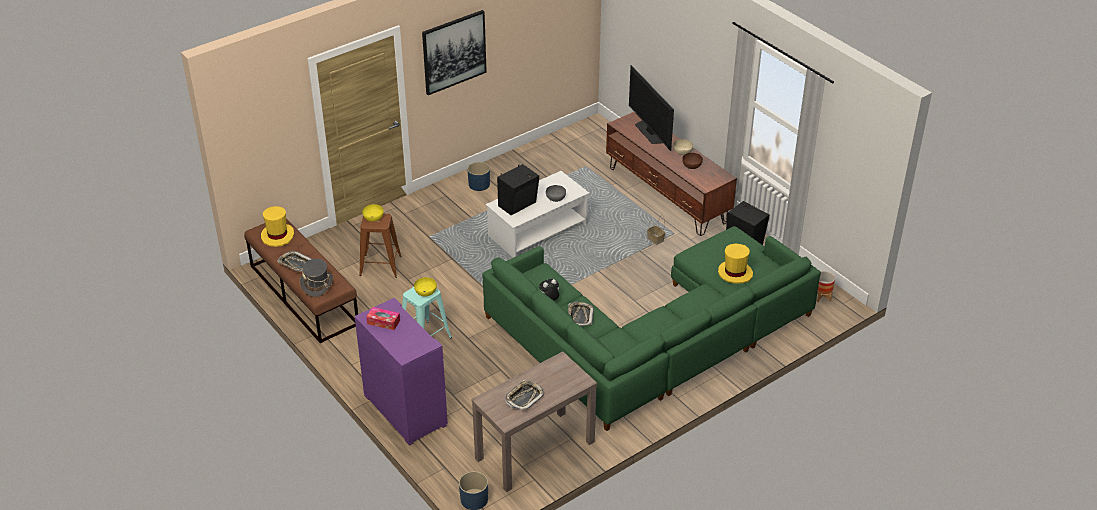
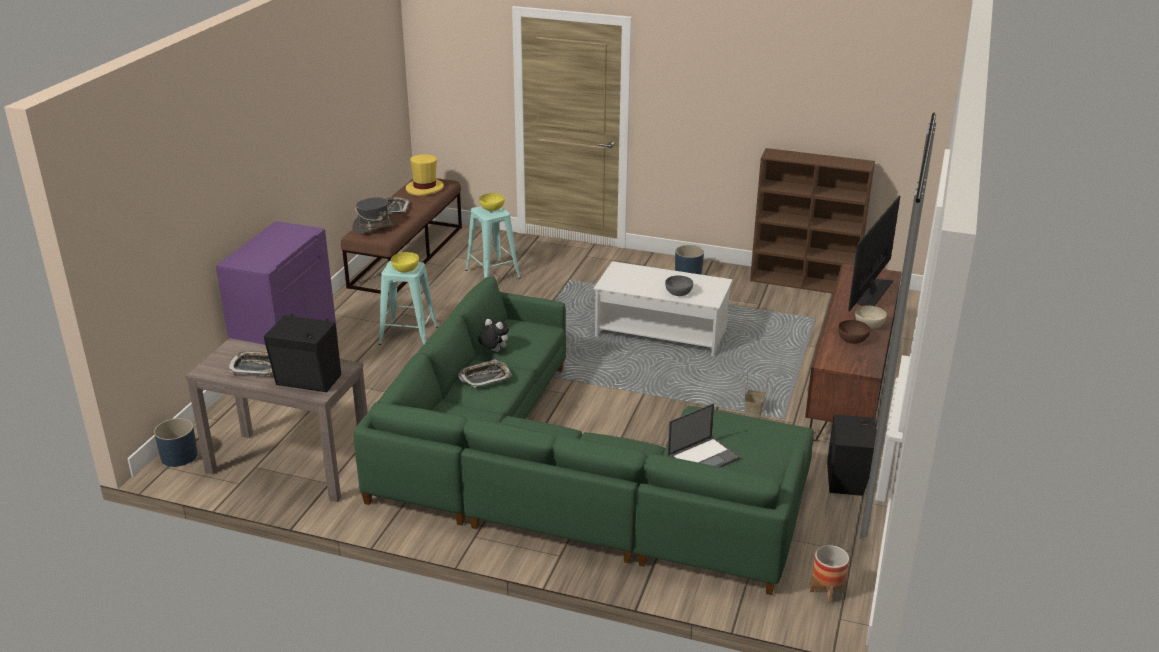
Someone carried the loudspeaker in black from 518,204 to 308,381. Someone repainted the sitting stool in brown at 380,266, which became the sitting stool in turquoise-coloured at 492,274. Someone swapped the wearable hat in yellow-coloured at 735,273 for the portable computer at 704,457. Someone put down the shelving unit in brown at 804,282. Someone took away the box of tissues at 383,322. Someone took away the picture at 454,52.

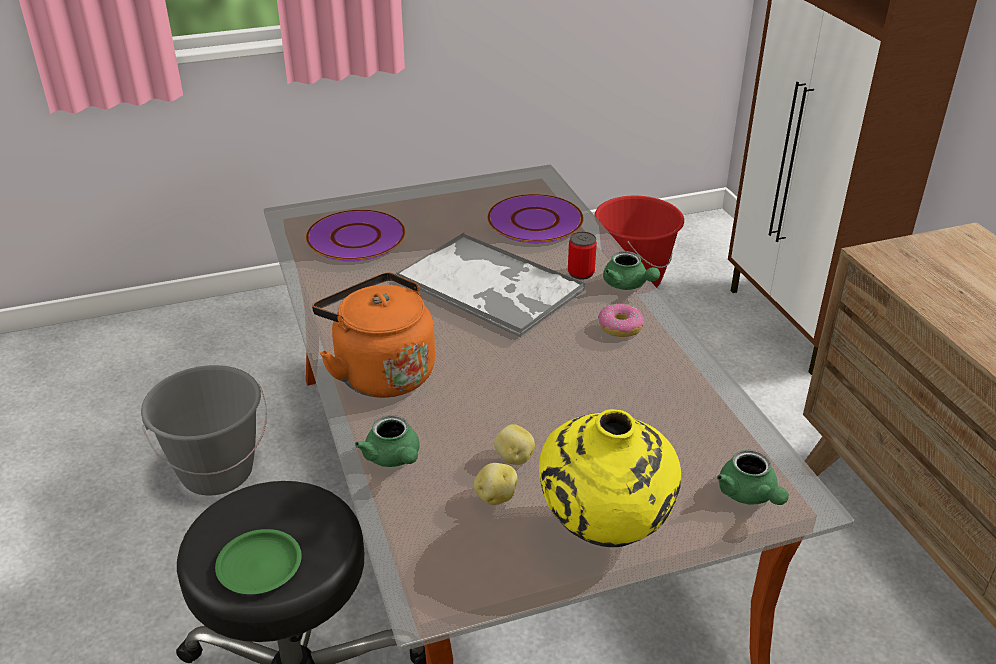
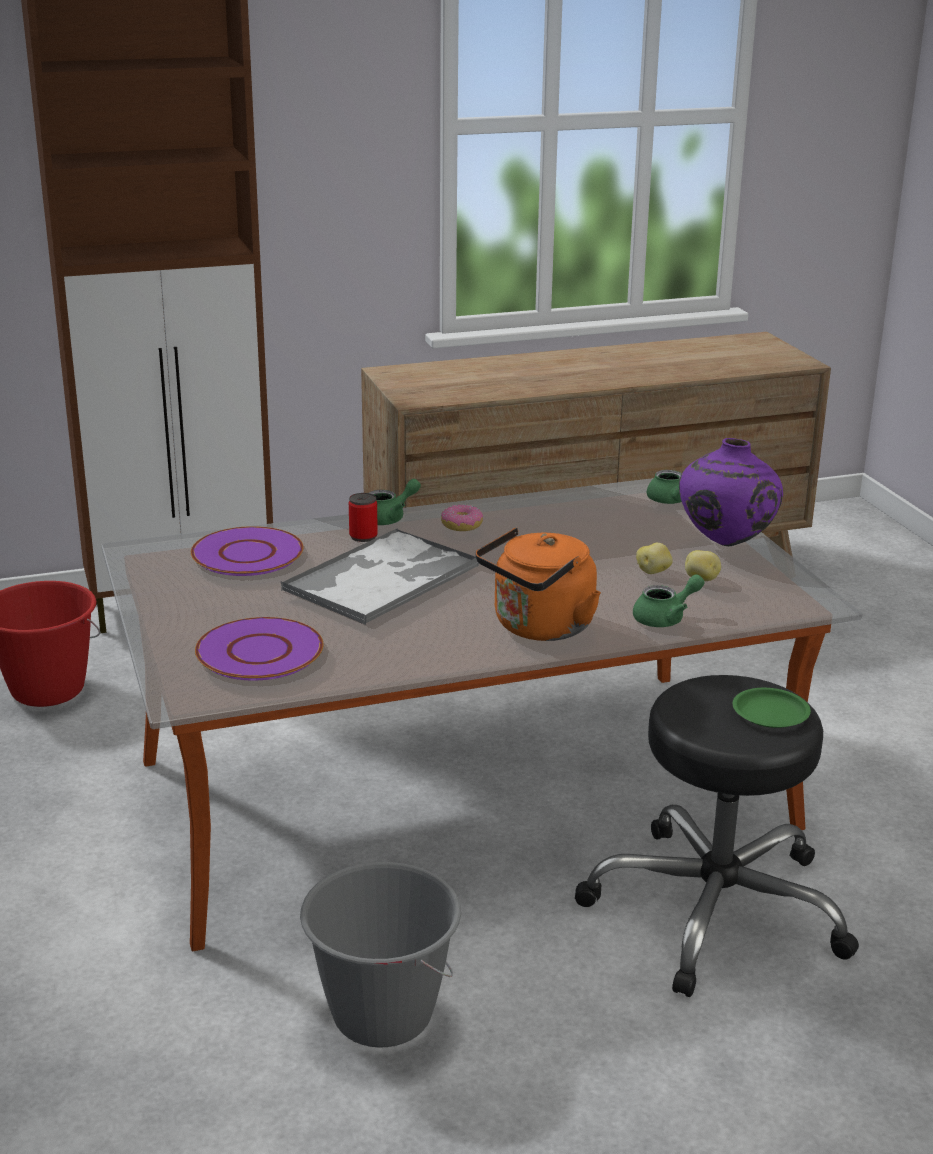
Someone repainted the flower vase in yellow-coloured at 605,529, which became the flower vase in purple-coloured at 725,543.

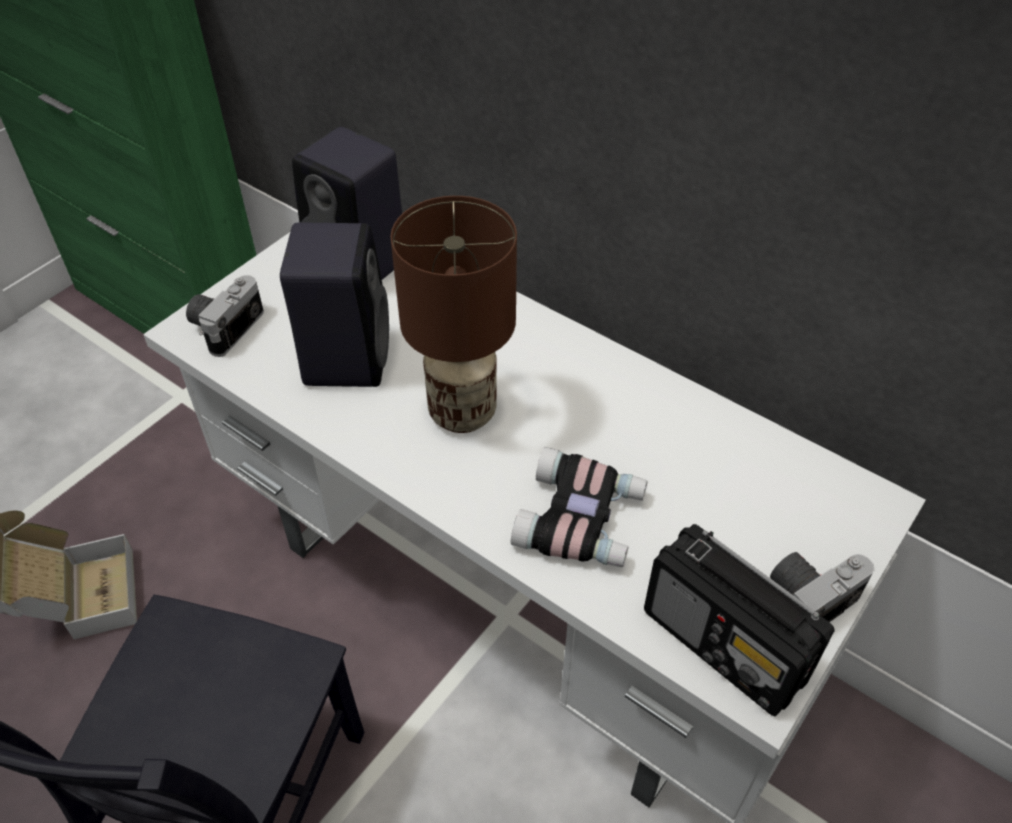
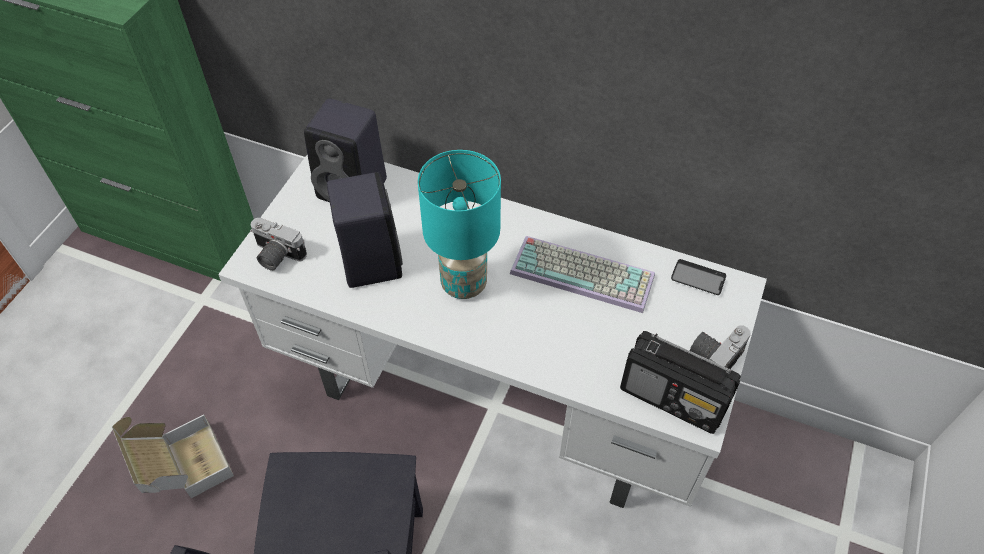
Someone rotated the photo camera at 225,326 by 75 degrees counterclockwise. Someone repainted the table lamp in brown at 461,411, which became the table lamp in turquoise-coloured at 463,283. Someone put down the PC keyboard at 584,273. Someone put down the telephone at 698,278. Someone took away the pair of binoculars at 582,519.

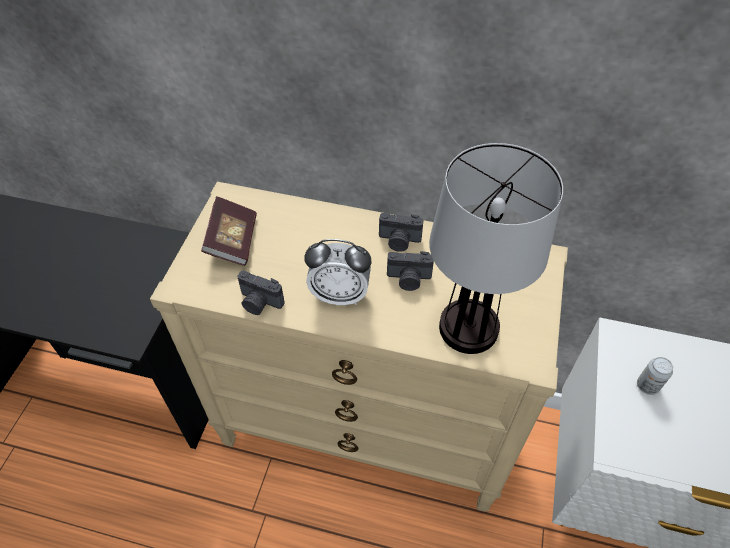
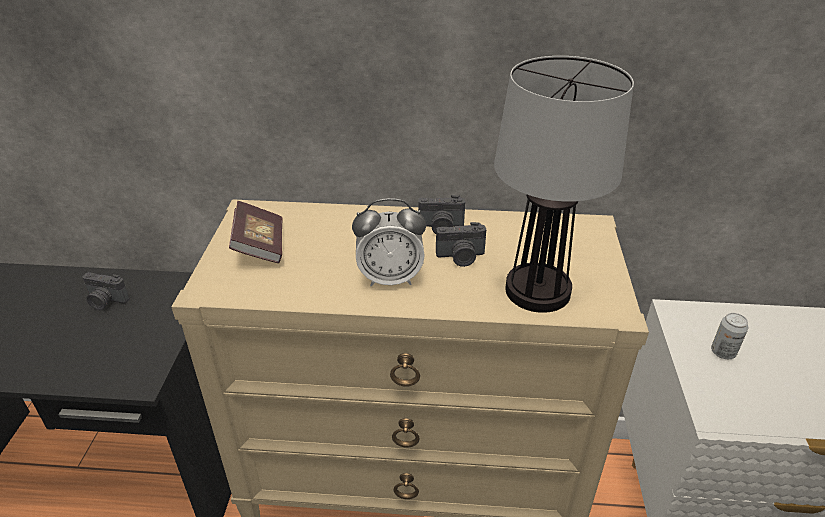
Someone carried the photo camera from 259,303 to 106,301.

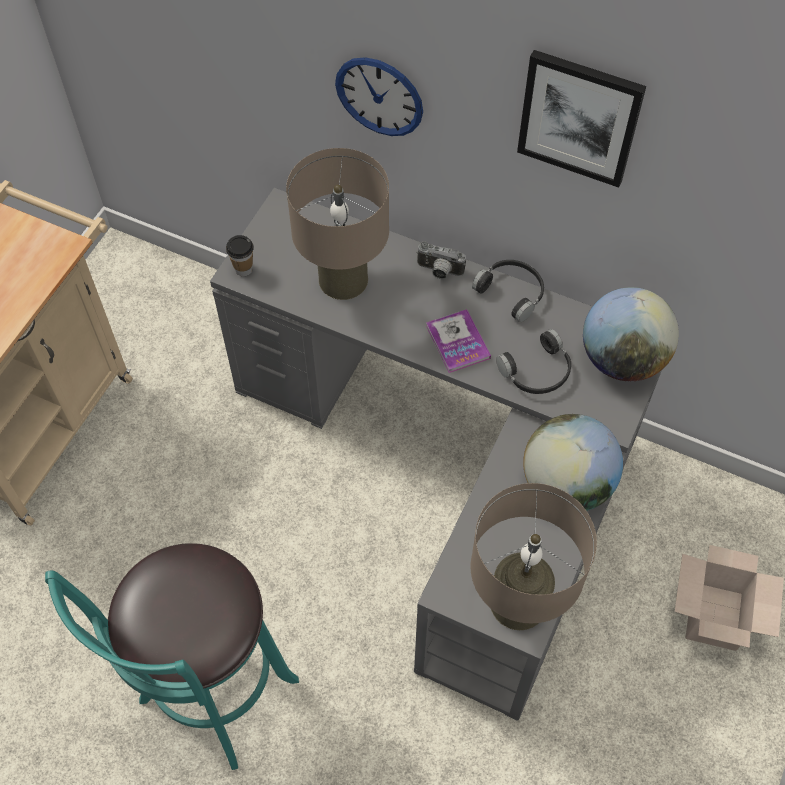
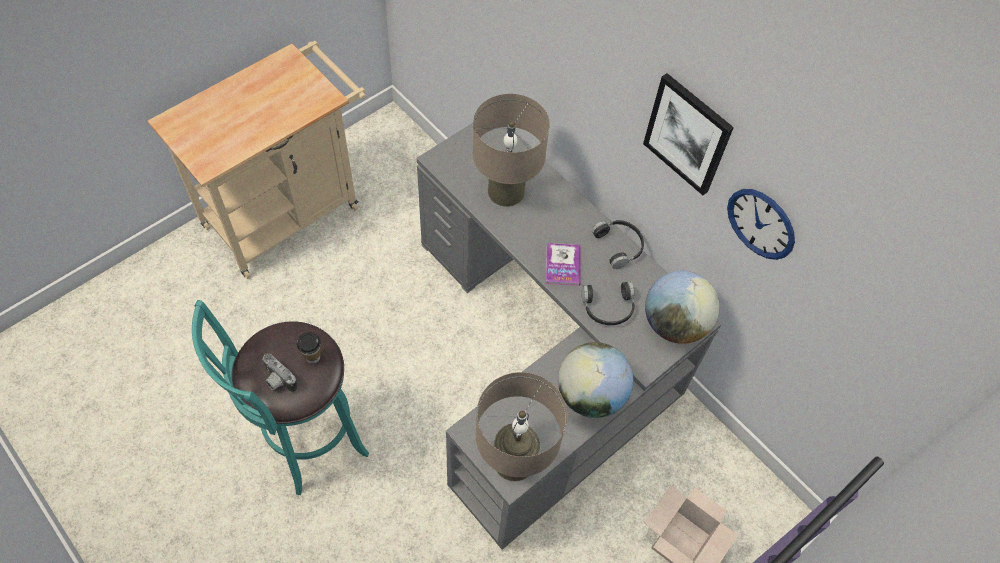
Someone carried the photo camera from 439,271 to 277,381. Someone carried the cup from 243,269 to 312,357. Someone carried the wall clock from 379,96 to 761,223.

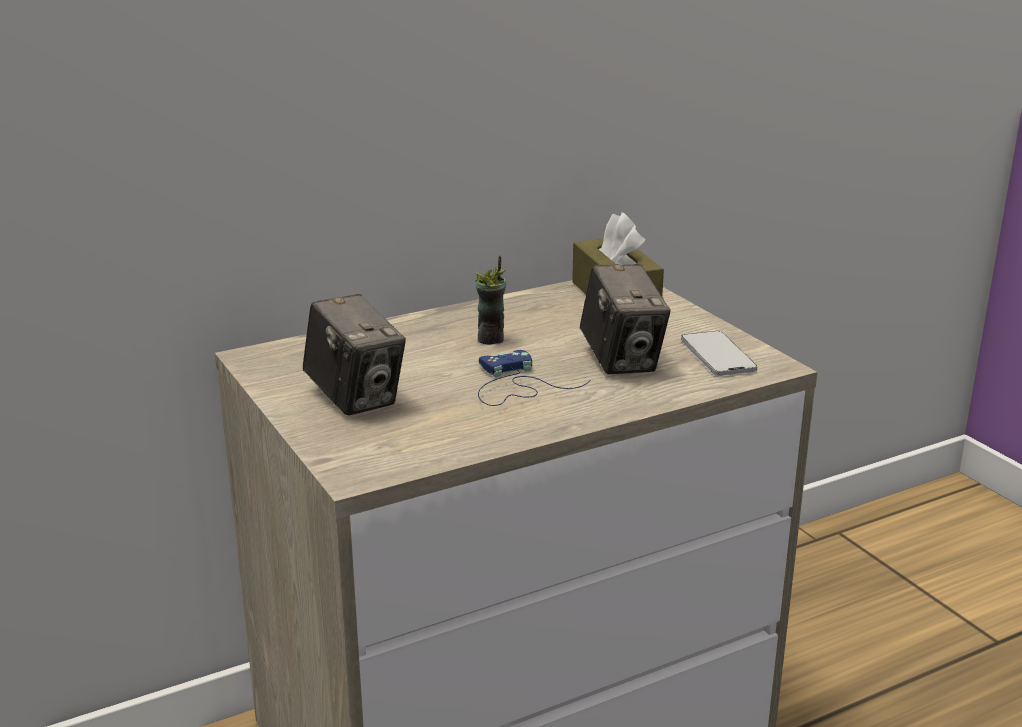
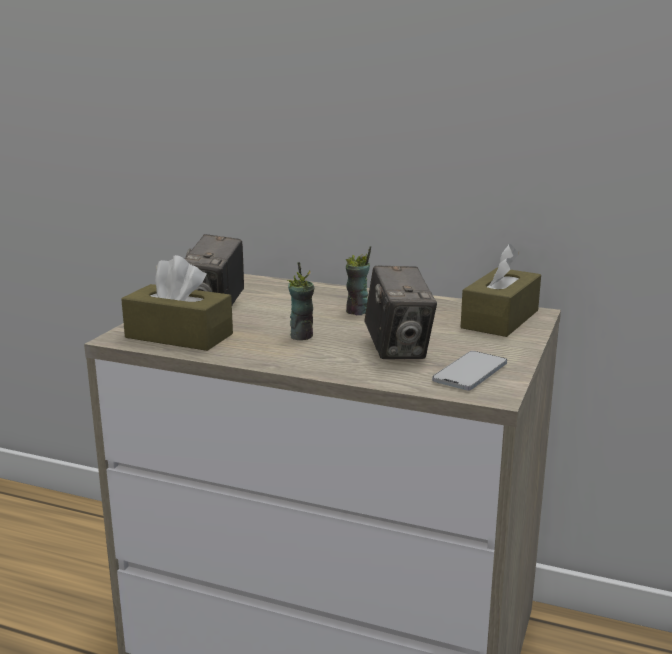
Someone put down the box of tissues in brown at 179,336. Someone swapped the gamepad in blue-coloured at 515,386 for the cup at 301,336. Someone rotated the photo camera at 621,361 by 45 degrees counterclockwise.

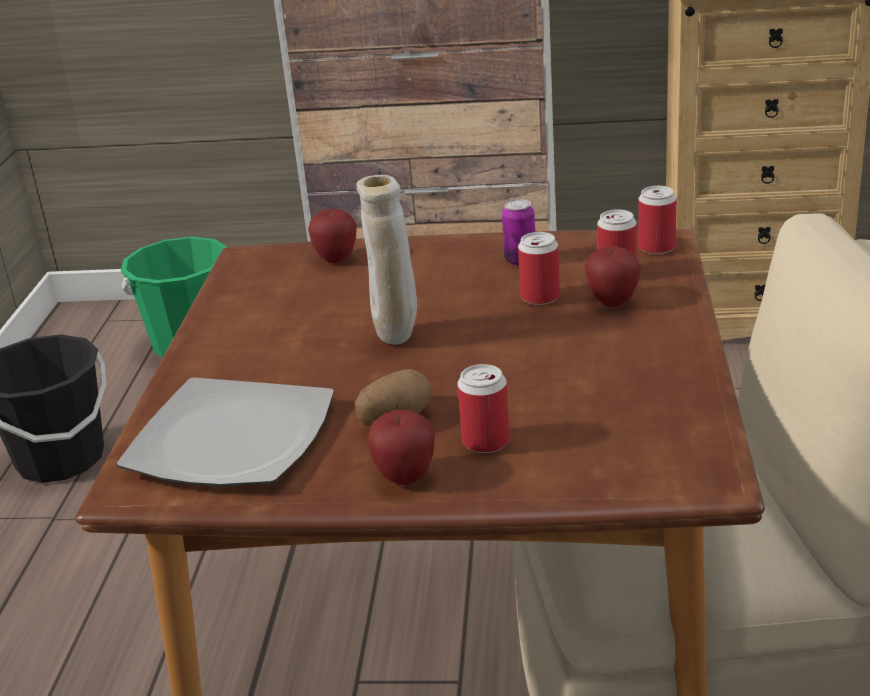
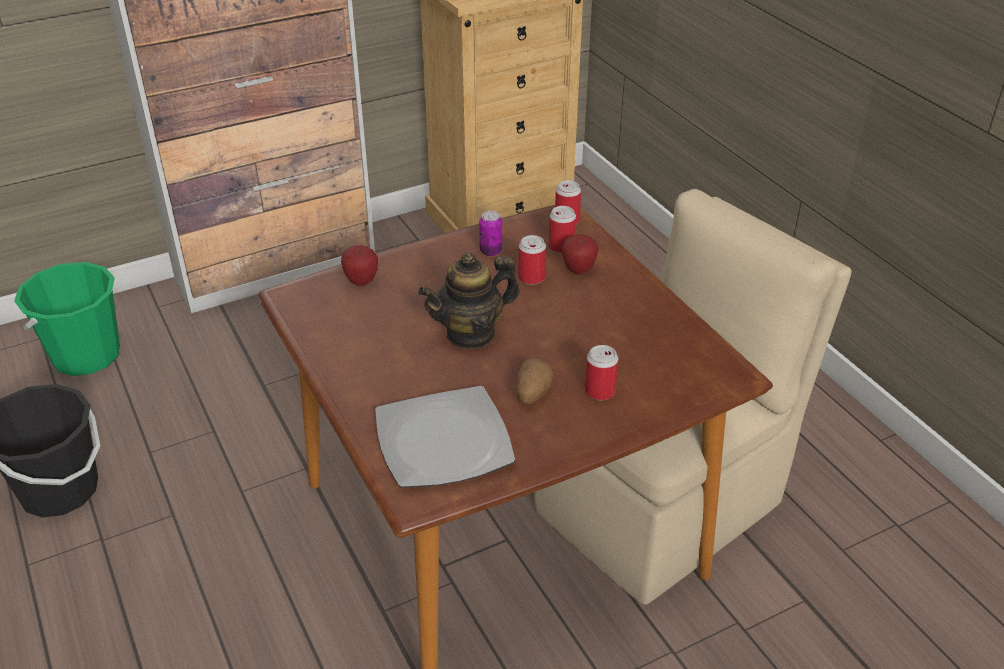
Someone swapped the flower vase in beige at 397,337 for the tea pot at 471,334. Someone took away the apple at 405,477.

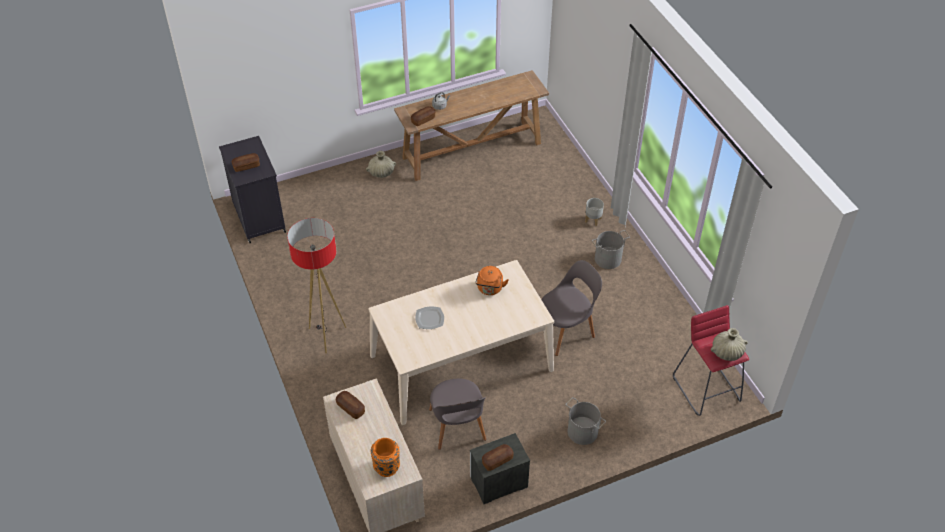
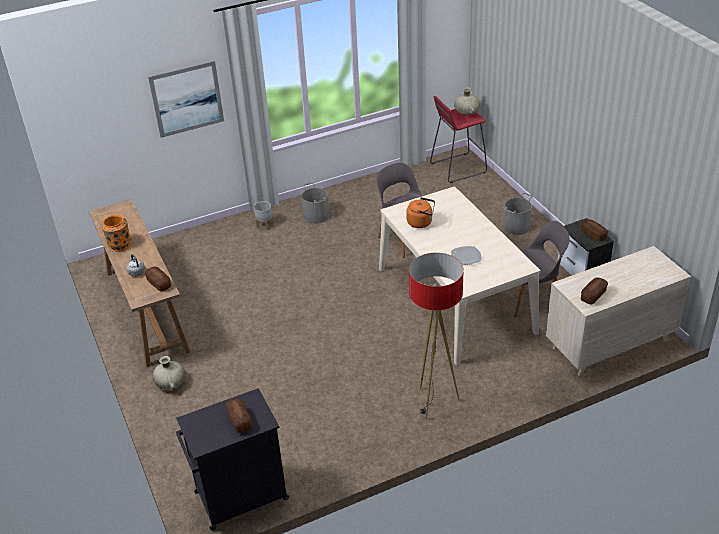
Someone carried the flower vase in orange from 386,466 to 119,245. Someone put up the picture at 187,99.

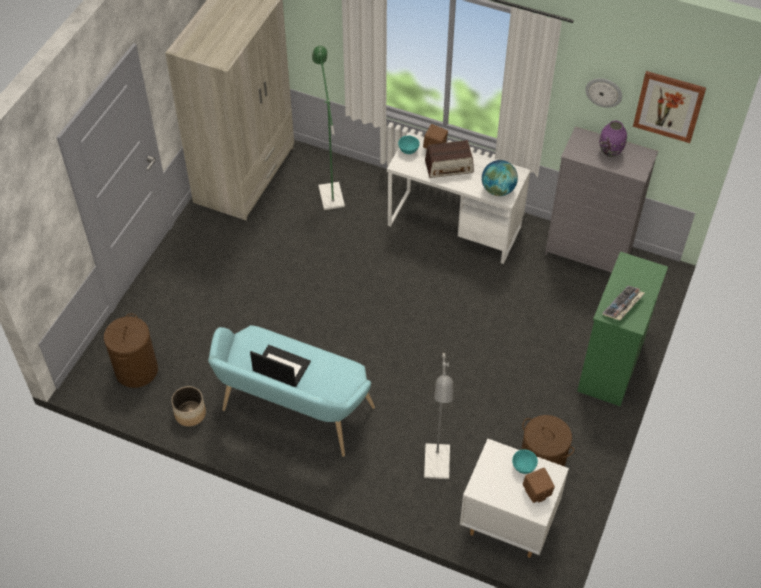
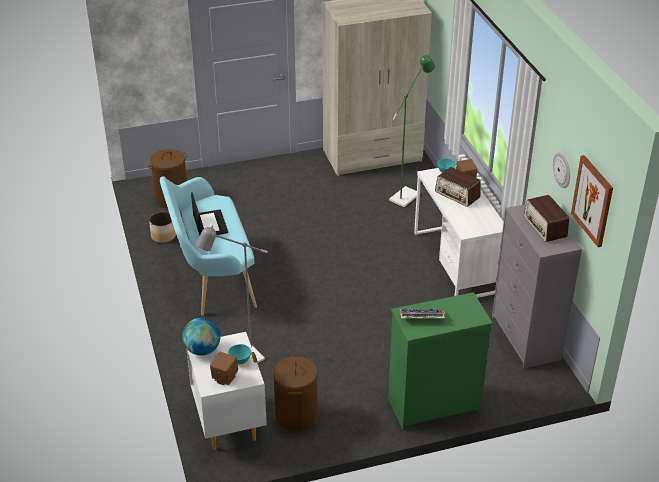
Someone carried the desk globe from 498,190 to 202,350. Someone swapped the flower vase in purple-coloured at 610,151 for the radio receiver at 545,227.

